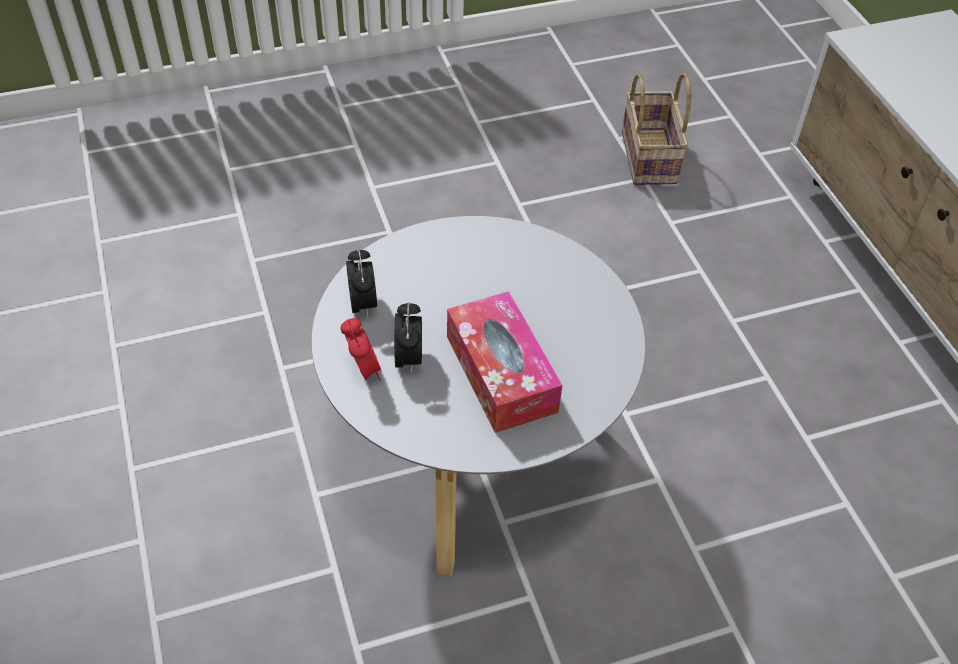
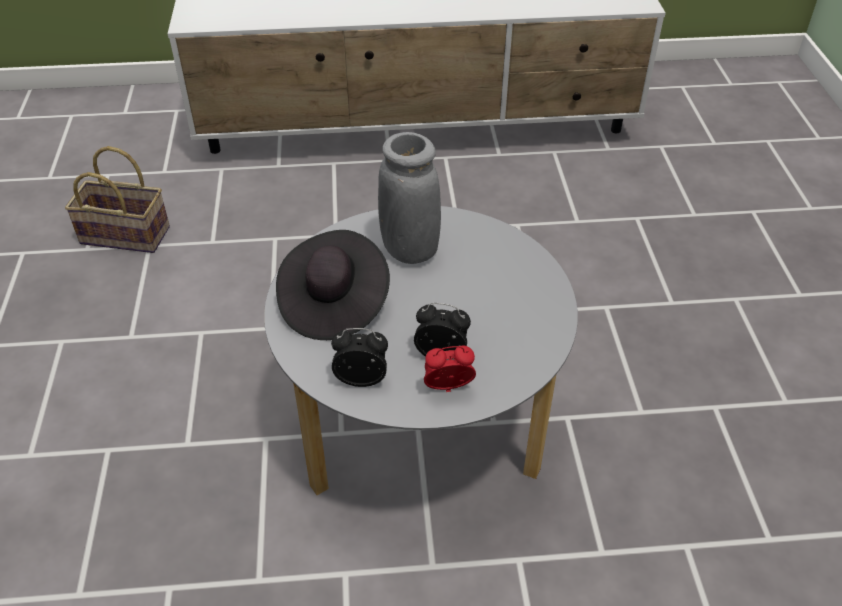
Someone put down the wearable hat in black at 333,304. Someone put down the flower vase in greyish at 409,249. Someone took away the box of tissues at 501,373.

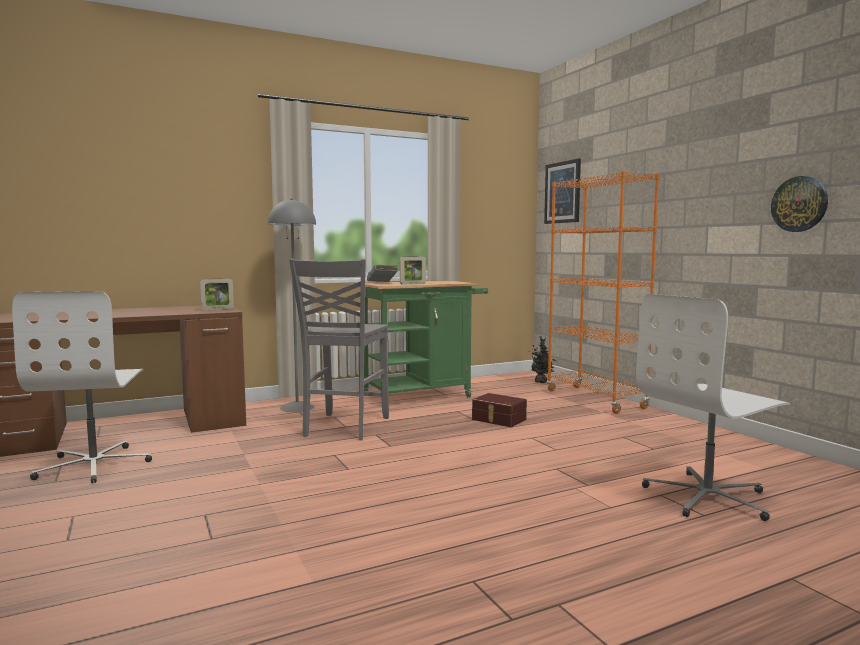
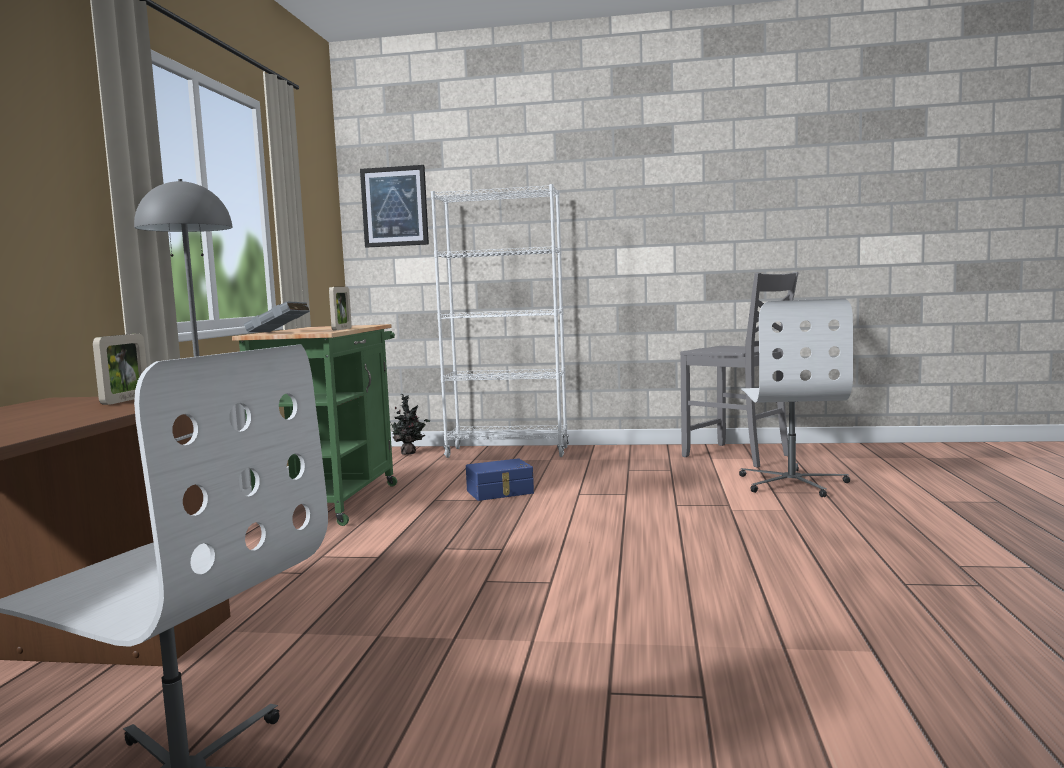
Someone repainted the shelving unit in orange at 595,399, which became the shelving unit in white at 508,452. Someone repainted the storage container in brown at 498,420, which became the storage container in blue-coloured at 500,492. Someone carried the plain chair in greyish from 344,427 to 738,456. Someone took away the wall clock at 799,204.

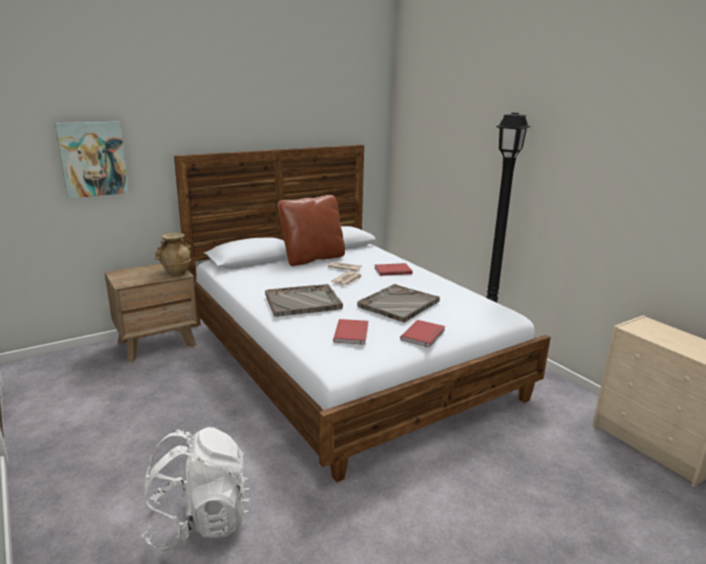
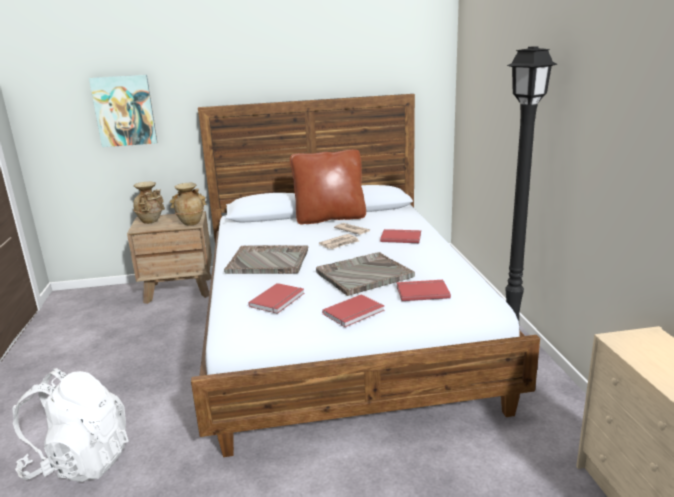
Someone put down the flower vase in beige at 151,221. Someone put down the bound book in reddish at 422,292.

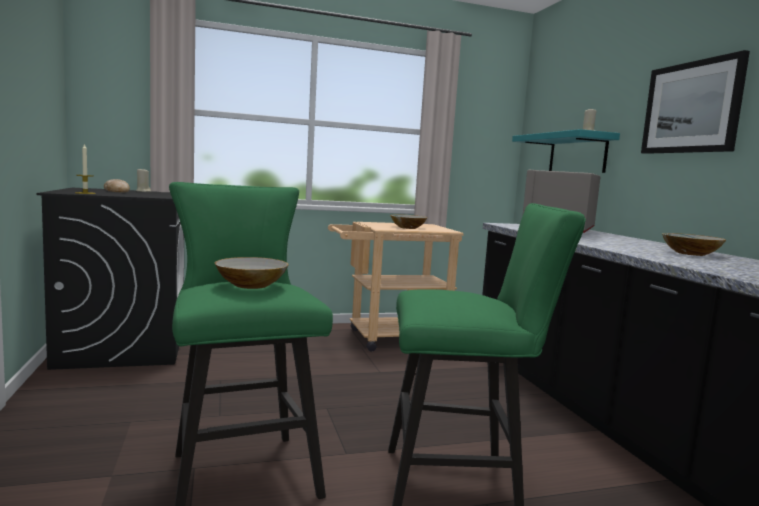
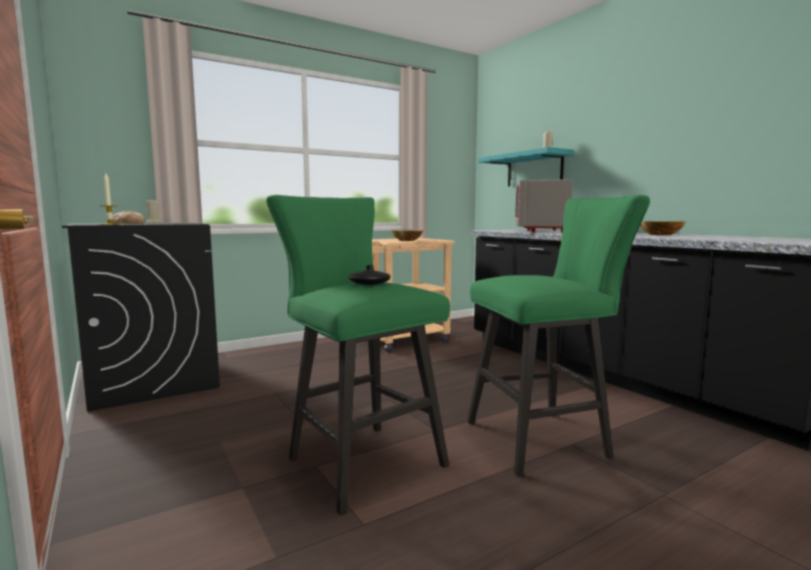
Someone swapped the bowl at 250,285 for the flower vase in black at 369,284. Someone took away the picture at 691,107.

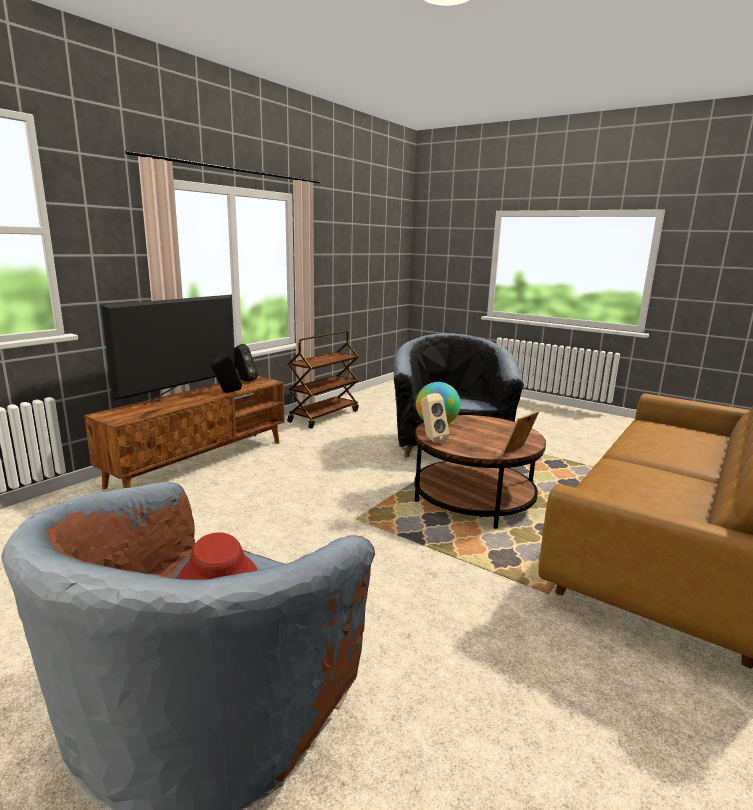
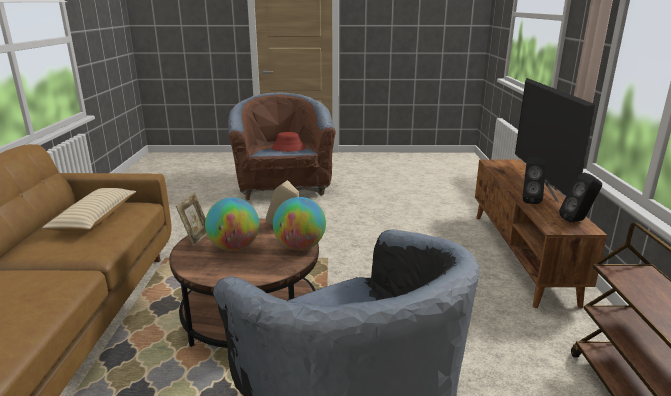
Someone put down the pillow in beige at 95,218. Someone put down the desk globe at 234,248.

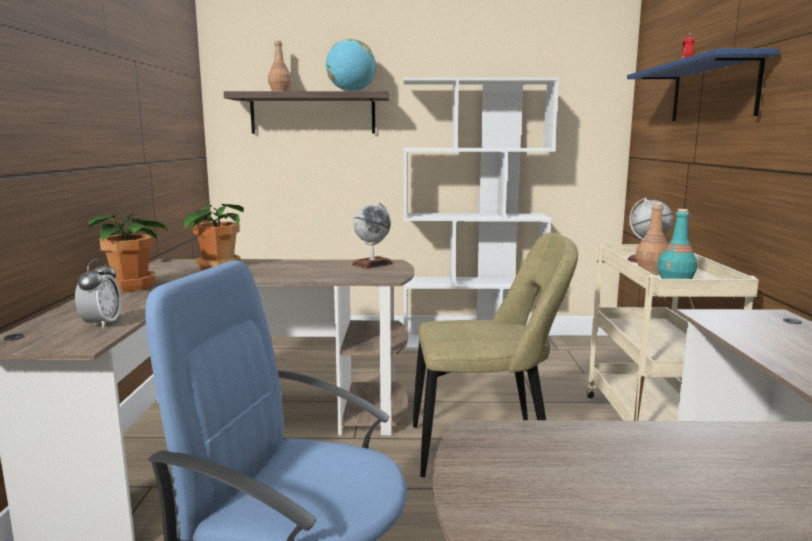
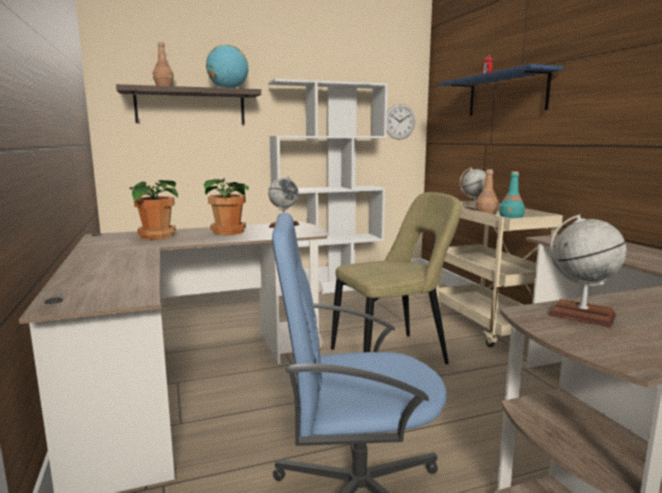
Someone carried the potted plant from 133,286 to 230,232. Someone put up the wall clock at 399,121. Someone put down the desk globe at 581,315. Someone took away the bedside clock at 101,324.

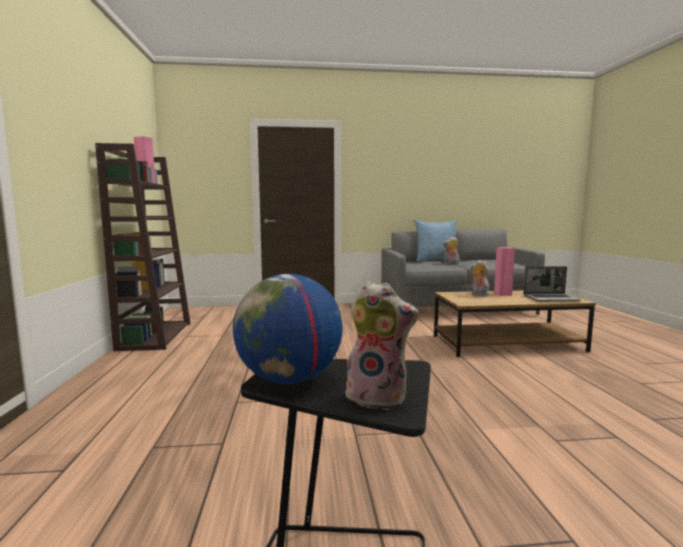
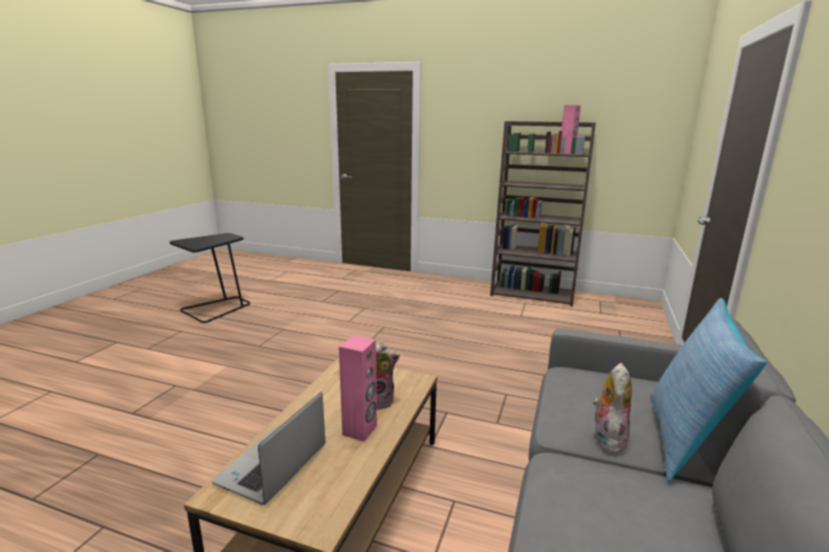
Someone took away the desk globe at 289,379. Someone took away the plush toy at 378,397.

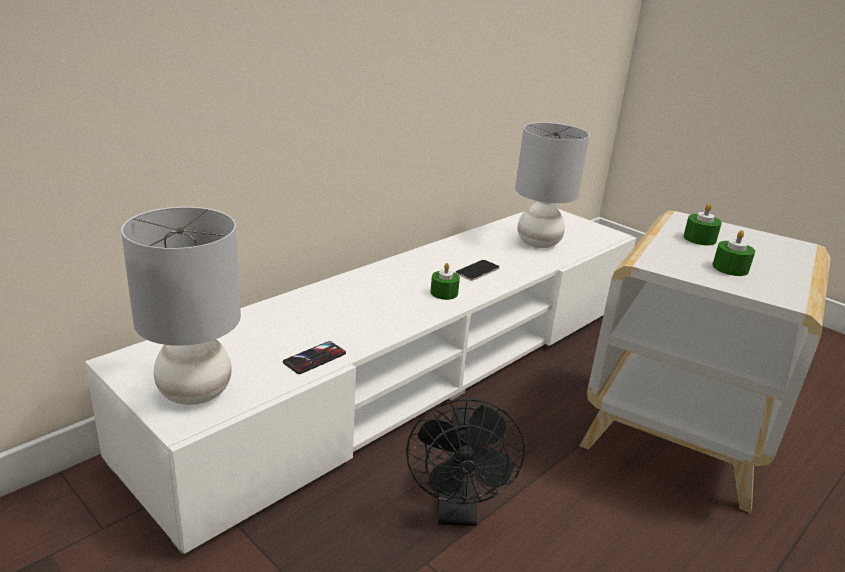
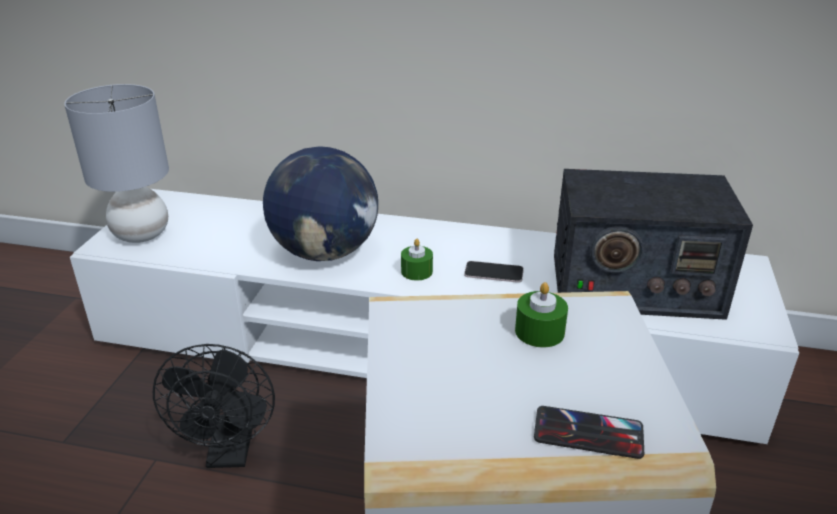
Someone rotated the cooling fan in black at 457,511 by 60 degrees counterclockwise. Someone put down the desk globe at 325,252. Someone carried the telephone from 315,358 to 588,433. Someone swapped the table lamp in greyish at 538,242 for the radio receiver at 633,285. Someone took away the candle in green at 730,268.

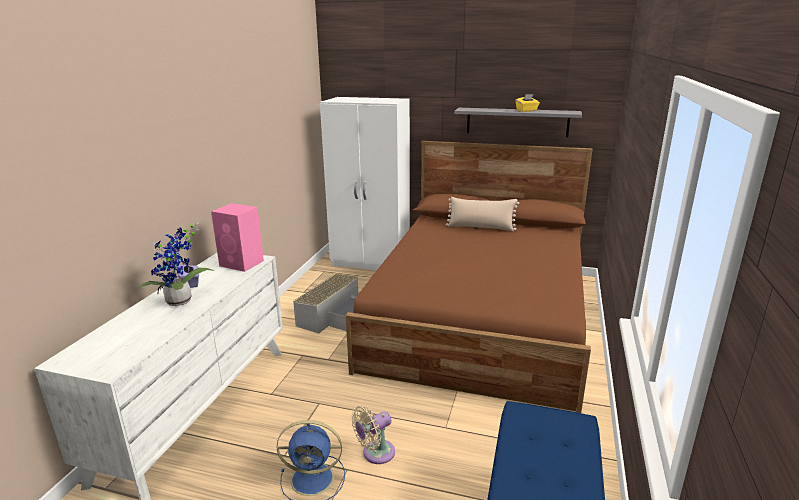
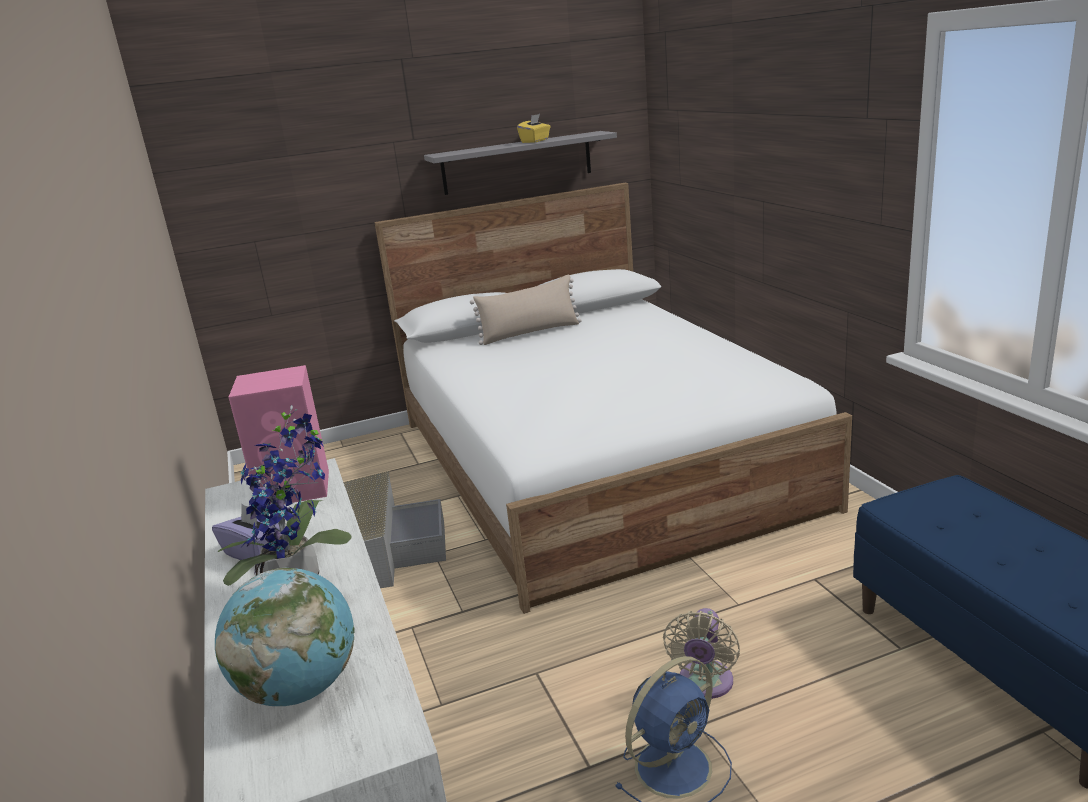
Someone put down the desk globe at 300,689. Someone repainted the bed in brown at 481,316, which became the bed in white at 594,461. Someone took away the clothes cupboard in white at 371,262.

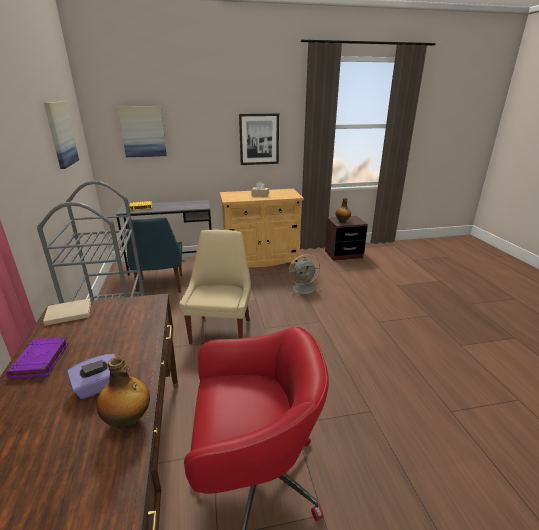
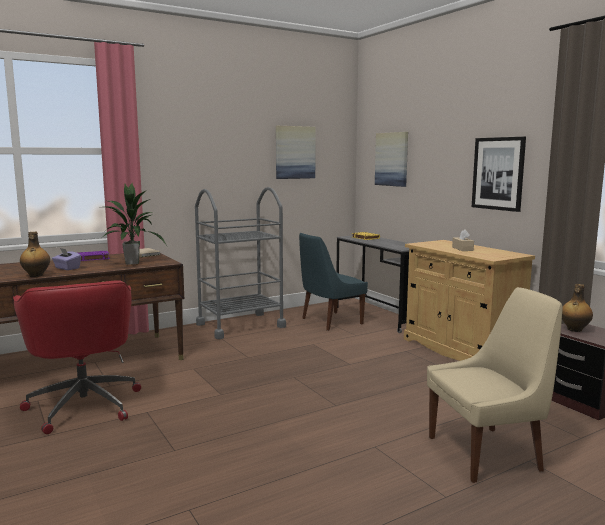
Someone put down the potted plant at 132,263. Someone carried the plain chair in beige from 221,330 to 487,453. Someone took away the cooling fan in greyish at 304,288.

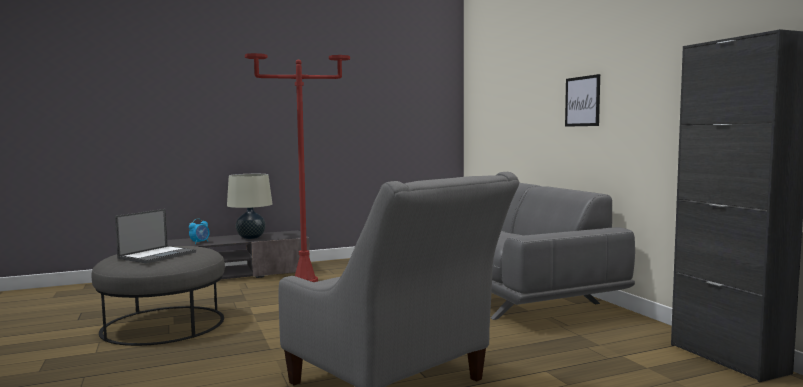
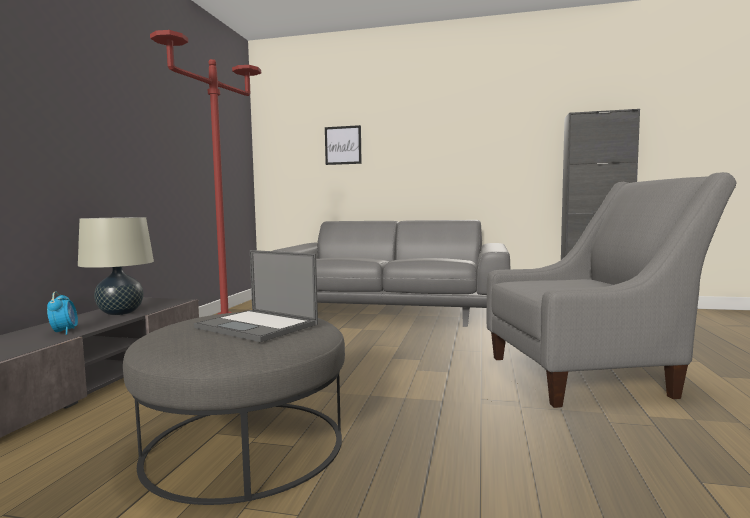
Someone rotated the portable computer at 158,255 by 150 degrees clockwise. Someone carried the picture from 582,101 to 343,145.

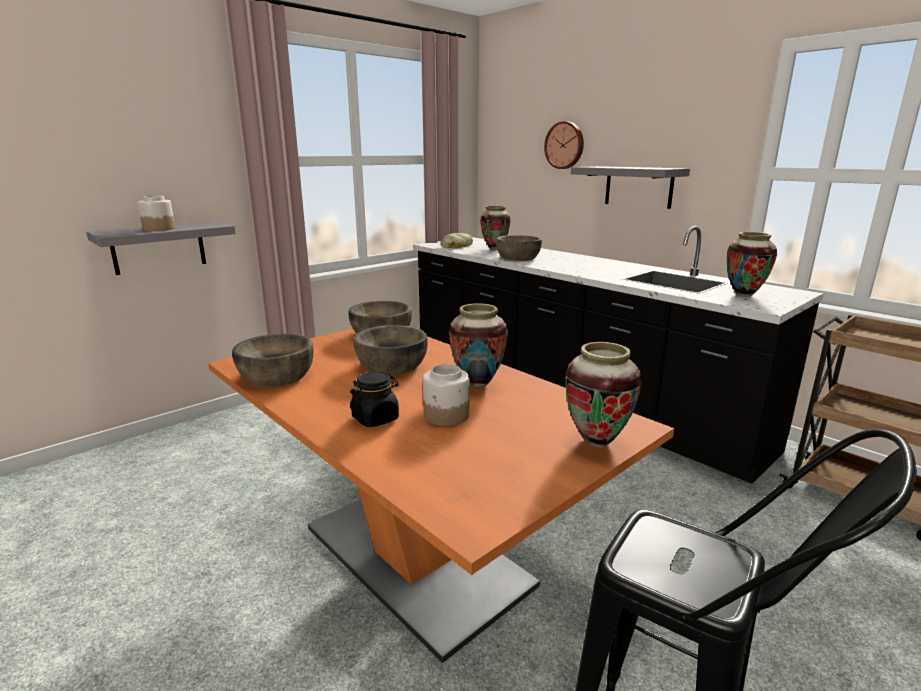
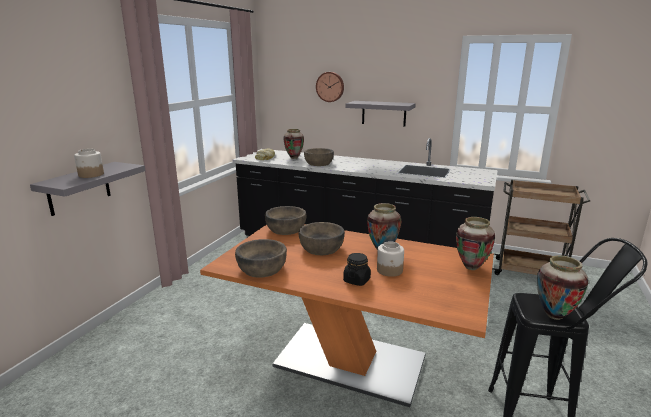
Someone carried the flower vase from 743,295 to 554,315.

